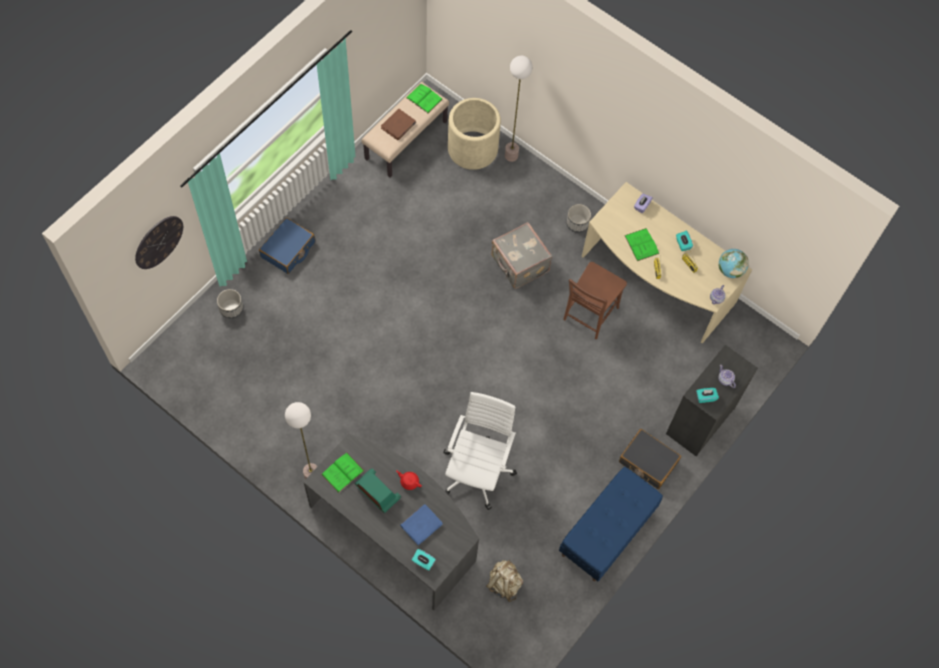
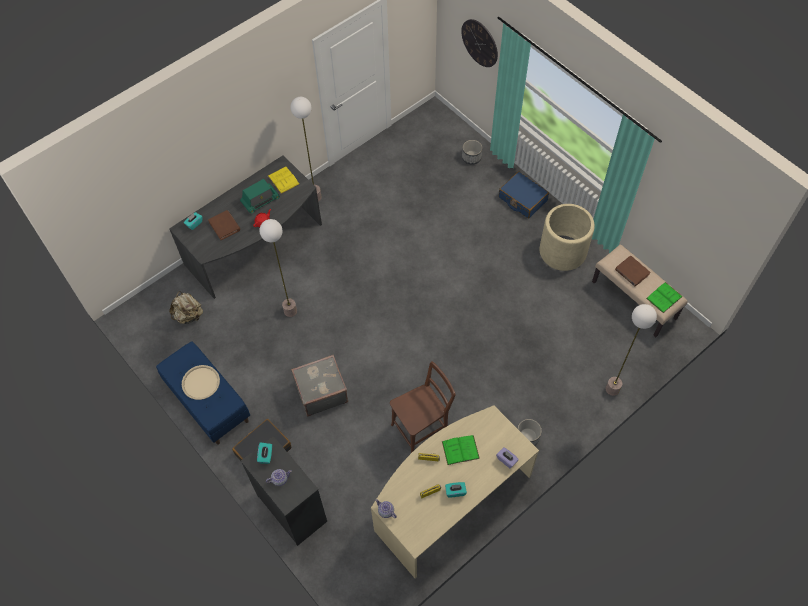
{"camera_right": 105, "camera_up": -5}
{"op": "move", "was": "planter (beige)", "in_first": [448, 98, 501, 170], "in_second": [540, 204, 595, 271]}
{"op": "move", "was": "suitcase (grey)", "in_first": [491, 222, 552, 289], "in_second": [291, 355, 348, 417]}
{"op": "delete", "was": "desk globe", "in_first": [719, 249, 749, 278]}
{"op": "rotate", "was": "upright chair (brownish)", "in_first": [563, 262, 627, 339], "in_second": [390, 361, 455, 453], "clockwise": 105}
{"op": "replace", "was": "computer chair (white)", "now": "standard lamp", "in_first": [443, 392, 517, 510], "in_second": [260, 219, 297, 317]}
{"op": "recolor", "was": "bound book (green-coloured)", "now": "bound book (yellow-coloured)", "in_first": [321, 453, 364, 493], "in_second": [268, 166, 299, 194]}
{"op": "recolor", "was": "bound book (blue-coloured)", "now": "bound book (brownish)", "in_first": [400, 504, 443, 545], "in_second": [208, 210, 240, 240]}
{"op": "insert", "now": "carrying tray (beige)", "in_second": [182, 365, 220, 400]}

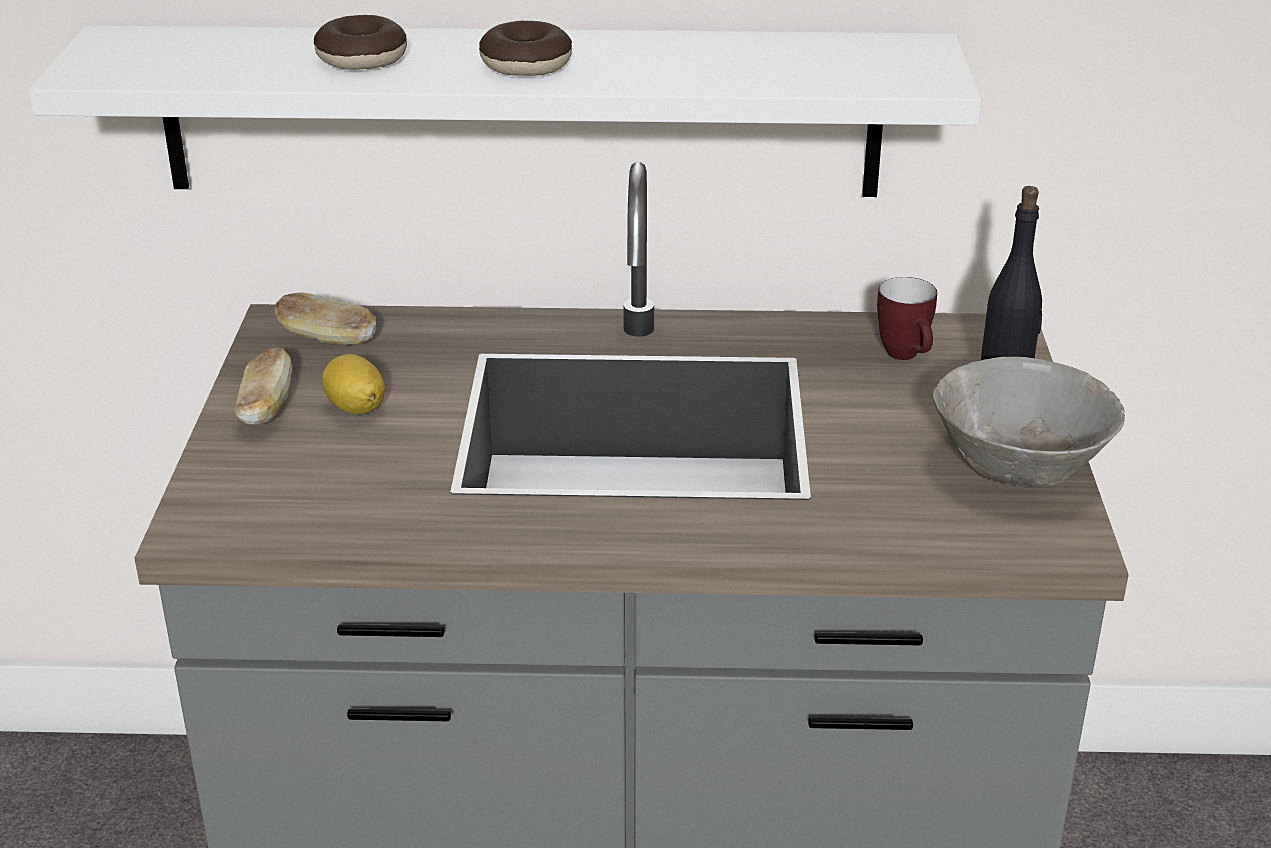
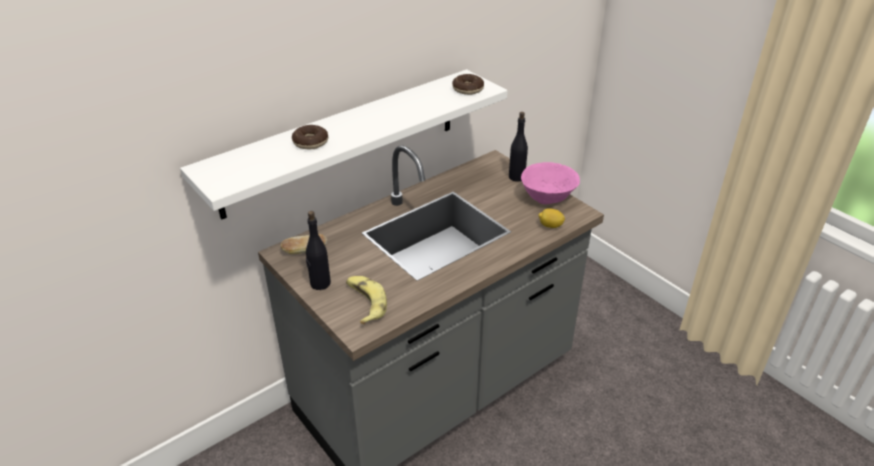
{"camera_right": -40, "camera_up": 5}
{"op": "move", "was": "ring doughnut", "in_first": [479, 21, 572, 76], "in_second": [452, 74, 484, 95]}
{"op": "delete", "was": "mug", "in_first": [877, 277, 937, 360]}
{"op": "replace", "was": "bread", "now": "bottle (blackish)", "in_first": [234, 347, 292, 425], "in_second": [306, 211, 331, 290]}
{"op": "move", "was": "whole lemon", "in_first": [322, 354, 385, 414], "in_second": [538, 208, 565, 228]}
{"op": "recolor", "was": "serving bowl (grey)", "now": "serving bowl (pink-coloured)", "in_first": [933, 357, 1125, 488], "in_second": [521, 162, 580, 204]}
{"op": "insert", "now": "banana fruit", "in_second": [346, 276, 387, 324]}

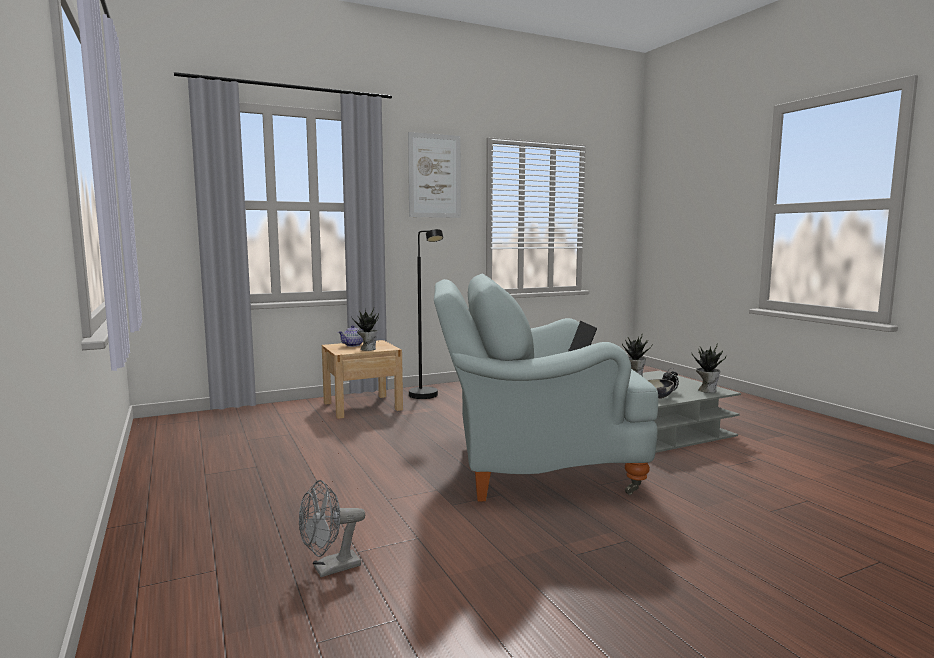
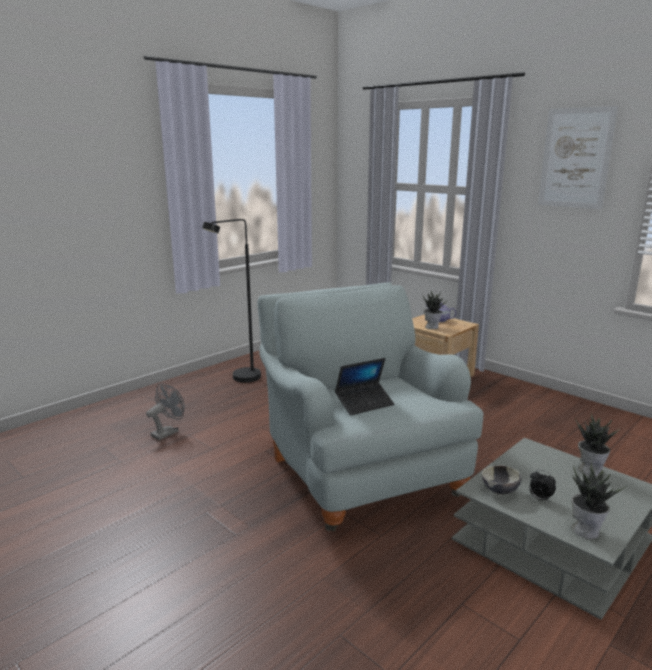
{"camera_right": 70, "camera_up": 10}
{"op": "move", "was": "standard lamp (blackish)", "in_first": [409, 229, 443, 399], "in_second": [202, 219, 261, 383]}
{"op": "rotate", "was": "electric fan (grey)", "in_first": [299, 480, 365, 577], "in_second": [146, 383, 185, 440], "clockwise": 90}

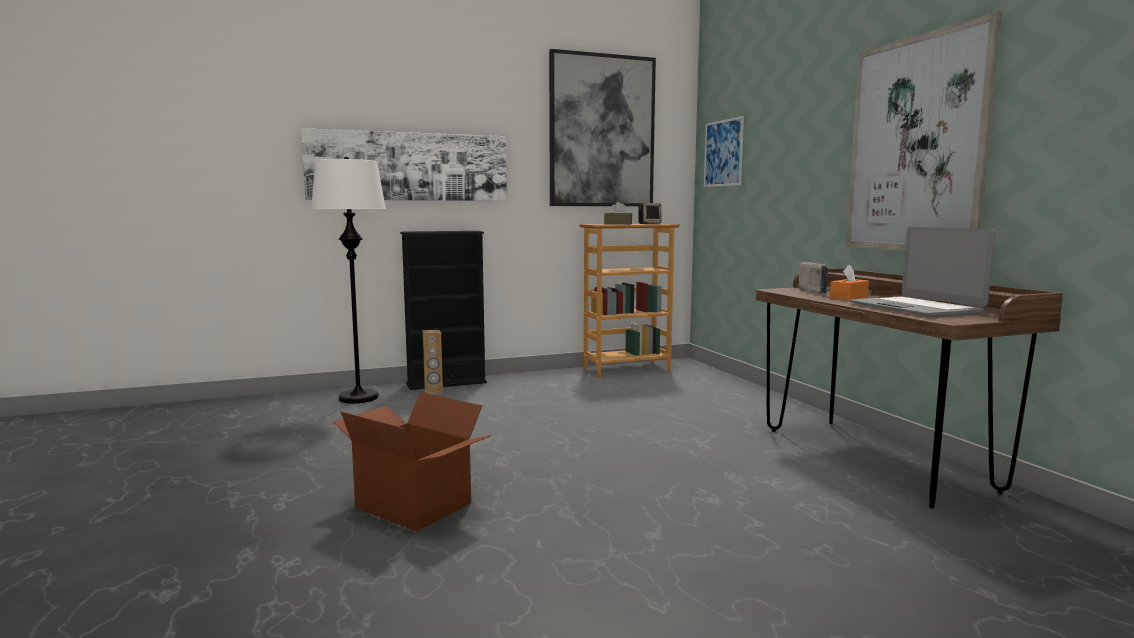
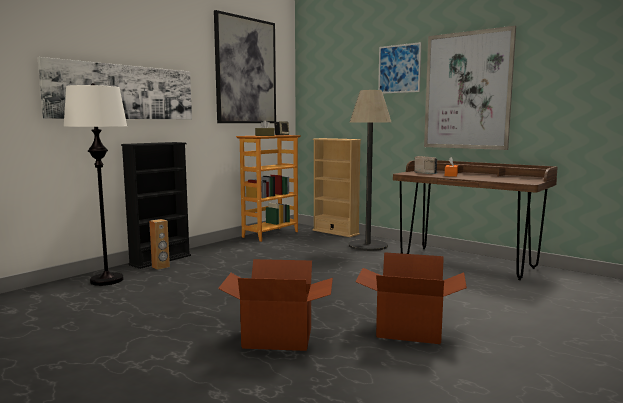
{"camera_right": -30, "camera_up": 0}
{"op": "move", "was": "wall art", "in_first": [704, 116, 744, 187], "in_second": [378, 42, 422, 94]}
{"op": "delete", "was": "laptop", "in_first": [849, 227, 995, 317]}
{"op": "insert", "now": "standard lamp", "in_second": [349, 90, 392, 251]}
{"op": "insert", "now": "bookcase (beige)", "in_second": [313, 138, 361, 237]}
{"op": "insert", "now": "cardboard box", "in_second": [356, 252, 467, 344]}

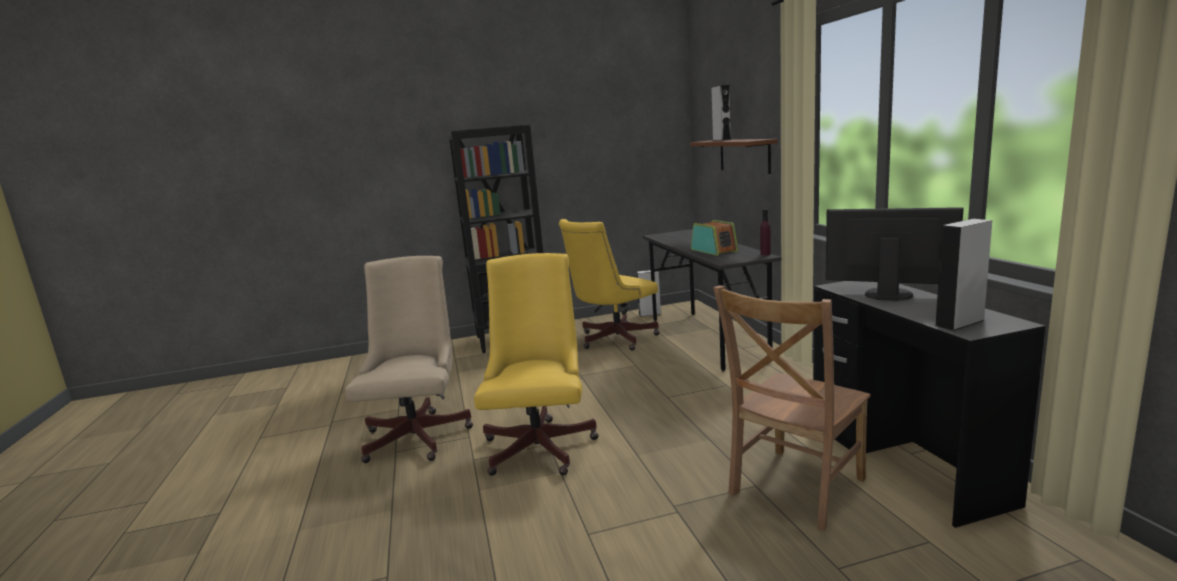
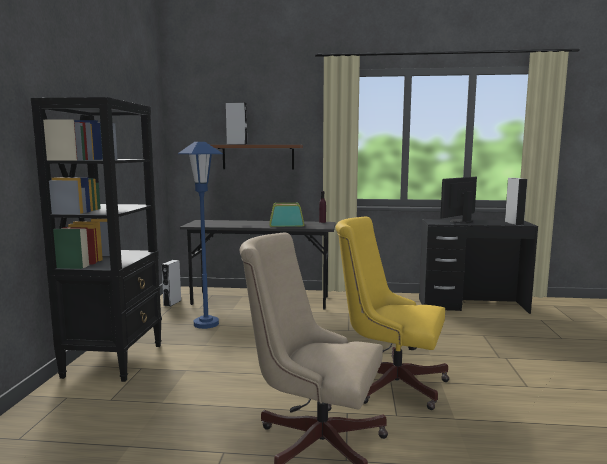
{"camera_right": -70, "camera_up": -5}
{"op": "replace", "was": "computer chair (yellow-coloured)", "now": "standard lamp (blue-coloured)", "in_first": [559, 219, 660, 350], "in_second": [178, 142, 223, 329]}
{"op": "delete", "was": "upright chair (brownish)", "in_first": [713, 285, 871, 531]}

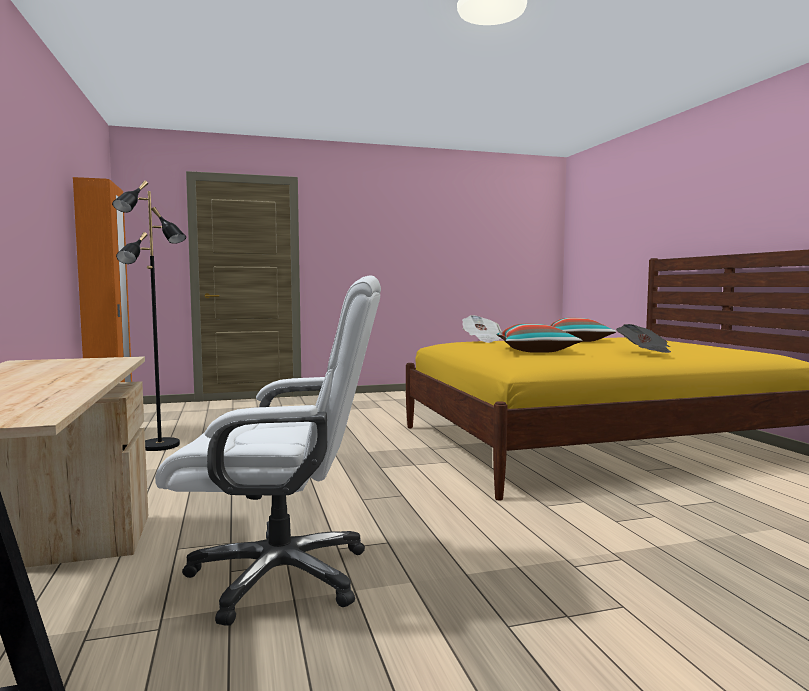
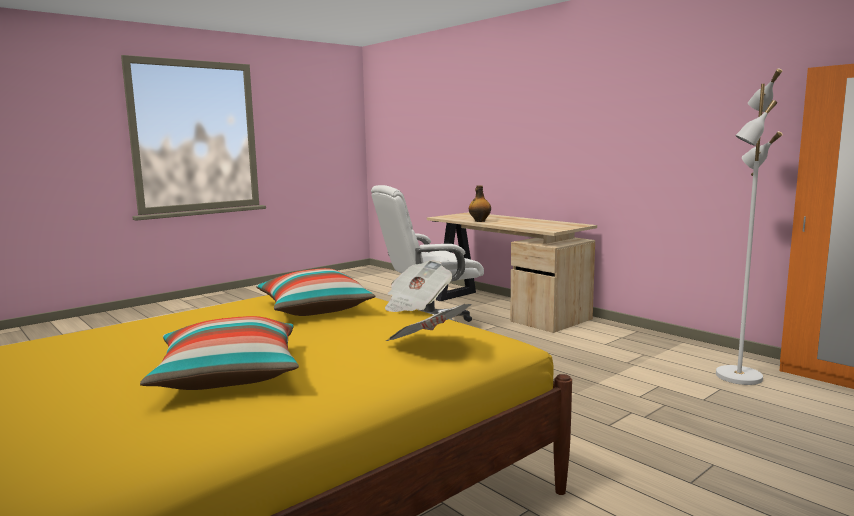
{"camera_right": 155, "camera_up": 5}
{"op": "recolor", "was": "standard lamp (blackish)", "now": "standard lamp (white)", "in_first": [112, 181, 186, 451], "in_second": [716, 69, 783, 385]}
{"op": "move", "was": "daily paper", "in_first": [616, 324, 671, 353], "in_second": [385, 260, 452, 312]}
{"op": "insert", "now": "bottle", "in_second": [469, 185, 491, 222]}

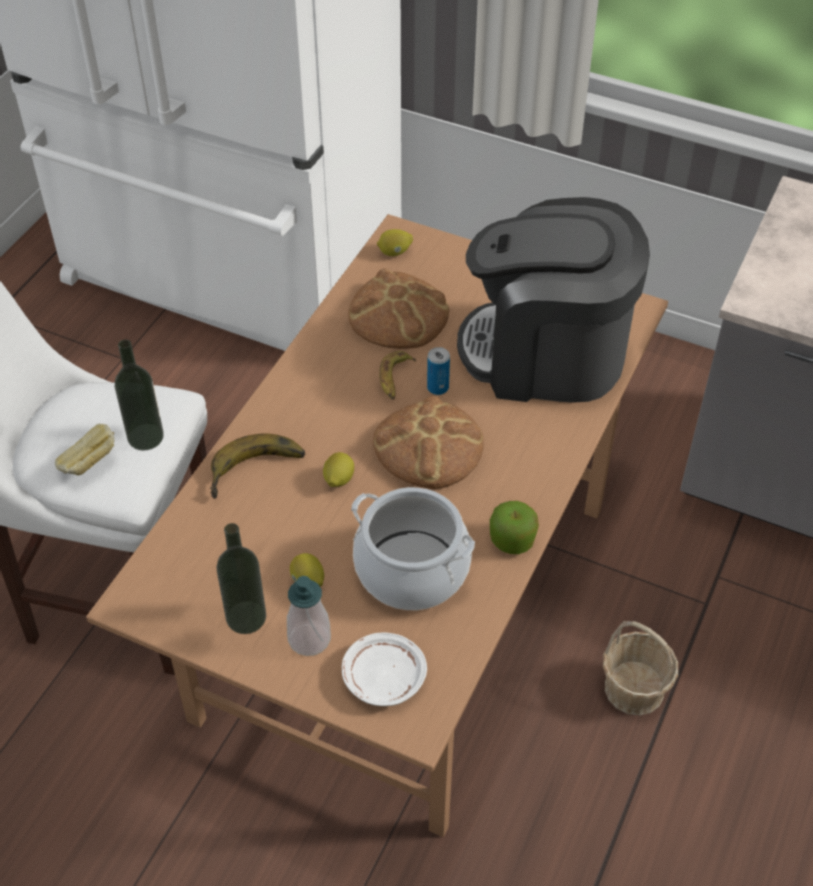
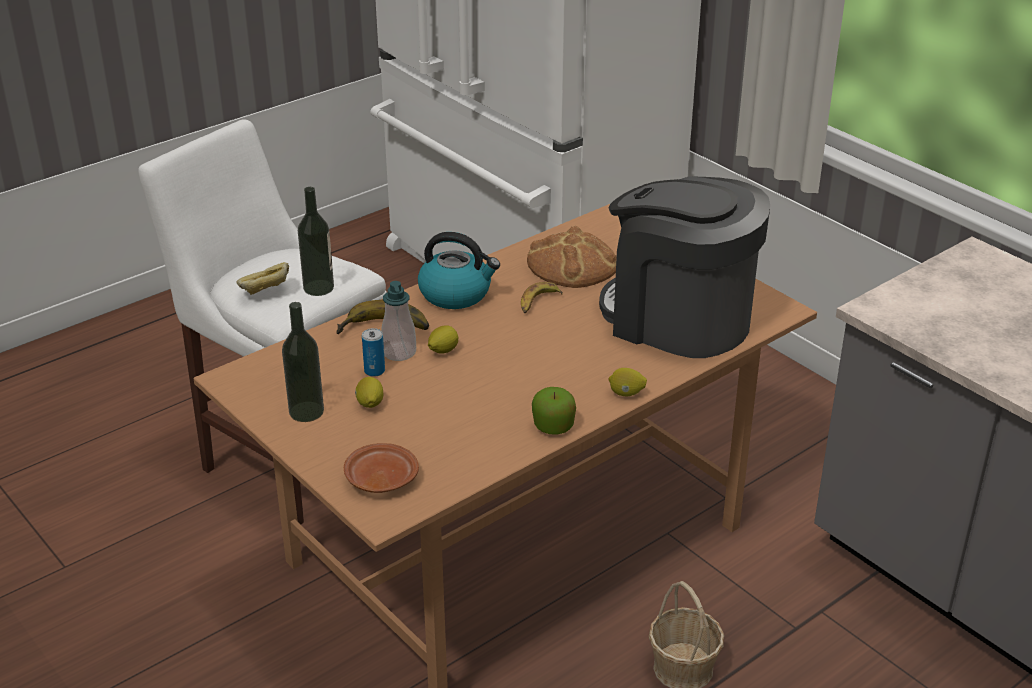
{"camera_right": 25, "camera_up": -15}
{"op": "move", "was": "whole lemon", "in_first": [377, 229, 413, 256], "in_second": [608, 368, 647, 396]}
{"op": "move", "was": "metal can", "in_first": [427, 347, 450, 395], "in_second": [362, 328, 385, 377]}
{"op": "delete", "was": "bread", "in_first": [373, 396, 484, 489]}
{"op": "delete", "was": "saucepot", "in_first": [351, 487, 475, 610]}
{"op": "move", "was": "soap bottle", "in_first": [287, 576, 331, 656], "in_second": [381, 281, 416, 361]}
{"op": "recolor", "was": "plate (white)", "now": "plate (brownish)", "in_first": [342, 633, 427, 706], "in_second": [344, 443, 419, 493]}
{"op": "insert", "now": "tea kettle", "in_second": [418, 232, 500, 309]}

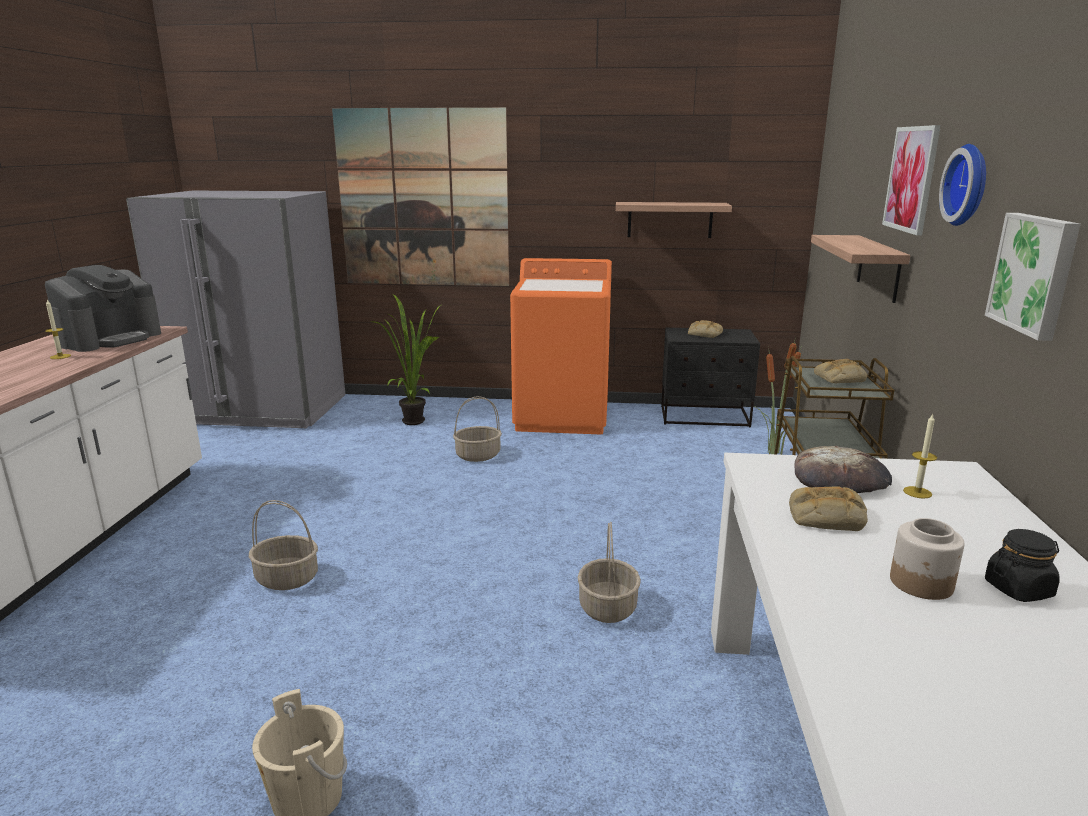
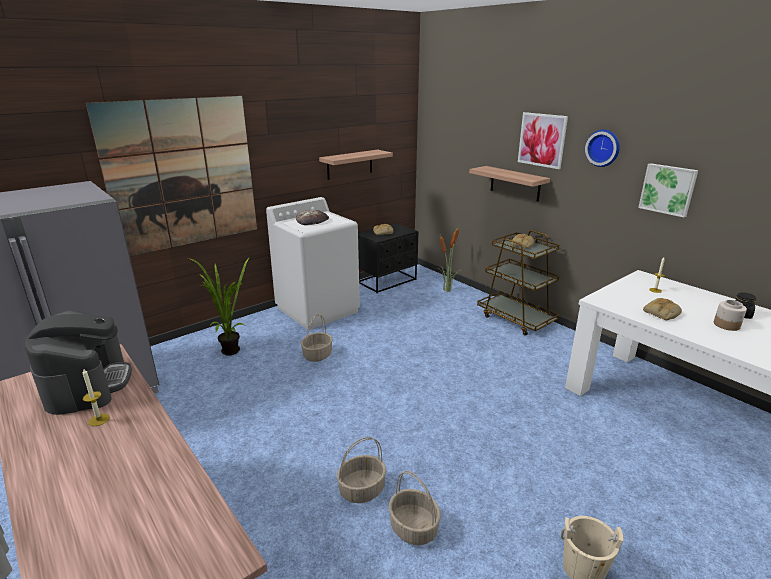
{"camera_right": -45, "camera_up": 5}
{"op": "recolor", "was": "laundry appliance (orange-coloured)", "now": "laundry appliance (white)", "in_first": [510, 258, 612, 434], "in_second": [266, 197, 360, 330]}
{"op": "move", "was": "bread", "in_first": [794, 446, 892, 493], "in_second": [296, 210, 329, 225]}
{"op": "move", "was": "basket", "in_first": [578, 522, 641, 623], "in_second": [389, 471, 441, 545]}

